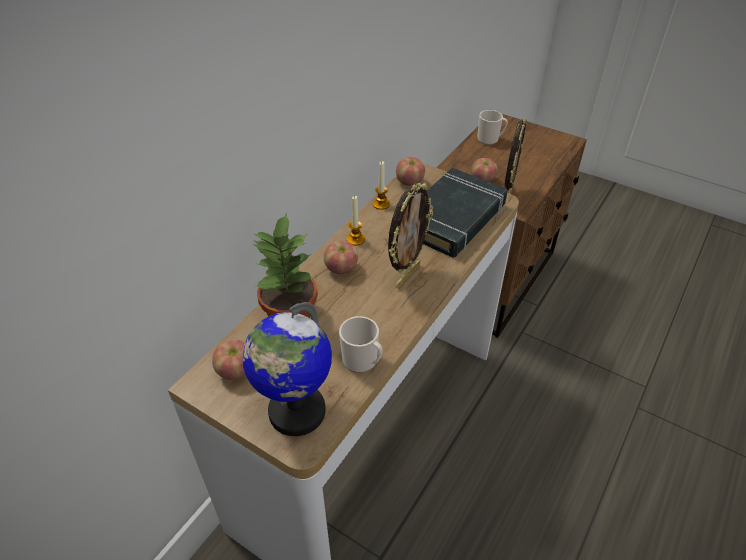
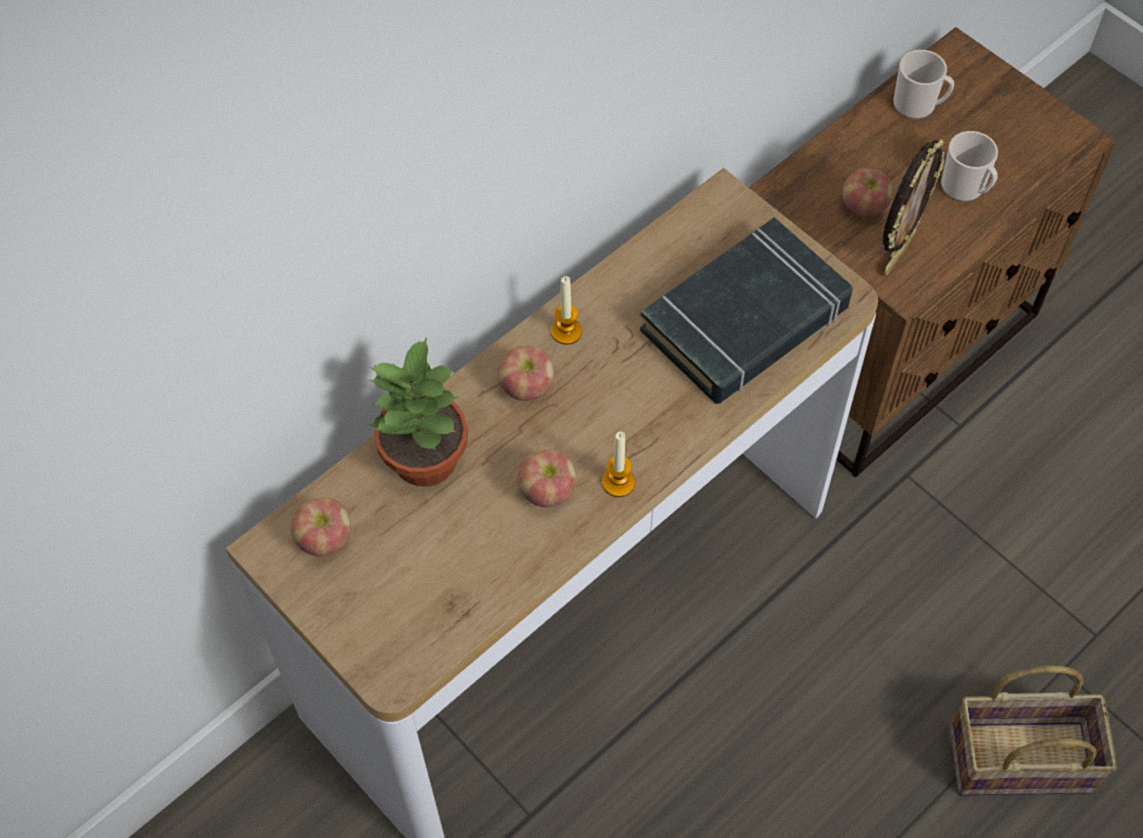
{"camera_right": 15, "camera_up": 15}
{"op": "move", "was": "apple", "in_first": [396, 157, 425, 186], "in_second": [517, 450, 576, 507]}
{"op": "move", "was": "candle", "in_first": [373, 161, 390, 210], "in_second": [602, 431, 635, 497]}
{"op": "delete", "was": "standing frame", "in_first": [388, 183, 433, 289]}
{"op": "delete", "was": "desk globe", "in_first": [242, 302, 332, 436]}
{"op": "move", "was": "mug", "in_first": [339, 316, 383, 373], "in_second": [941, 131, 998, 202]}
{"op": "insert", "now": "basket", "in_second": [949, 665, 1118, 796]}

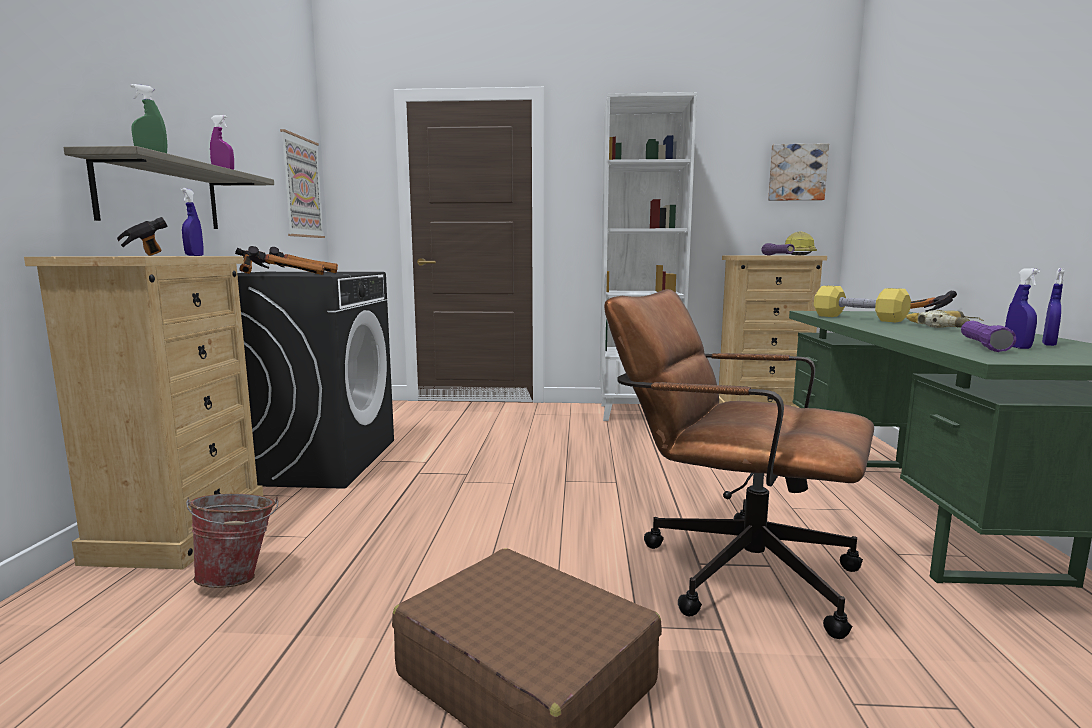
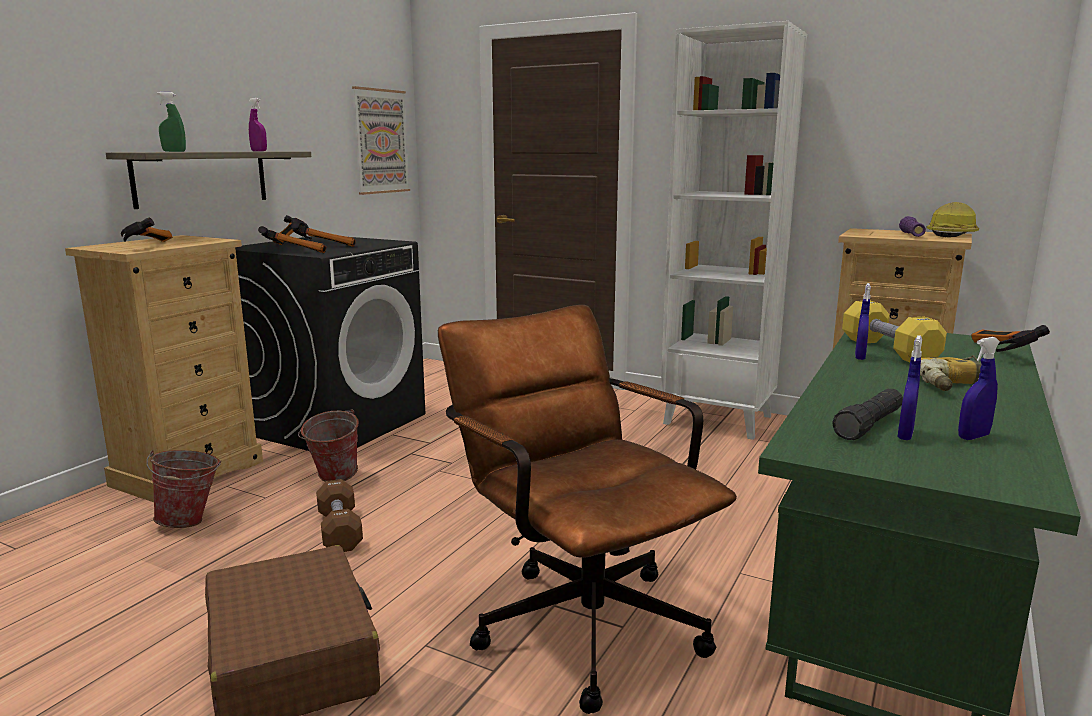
{"camera_right": 25, "camera_up": 5}
{"op": "delete", "was": "wall art", "in_first": [768, 144, 829, 201]}
{"op": "move", "was": "spray bottle (blue-coloured)", "in_first": [181, 188, 204, 256], "in_second": [855, 283, 871, 360]}
{"op": "recolor", "was": "torch (purple)", "now": "torch (blackish)", "in_first": [961, 321, 1016, 352], "in_second": [832, 389, 903, 440]}
{"op": "insert", "now": "water bucket", "in_second": [298, 409, 359, 482]}
{"op": "insert", "now": "dumbbell (brownish)", "in_second": [316, 479, 363, 552]}

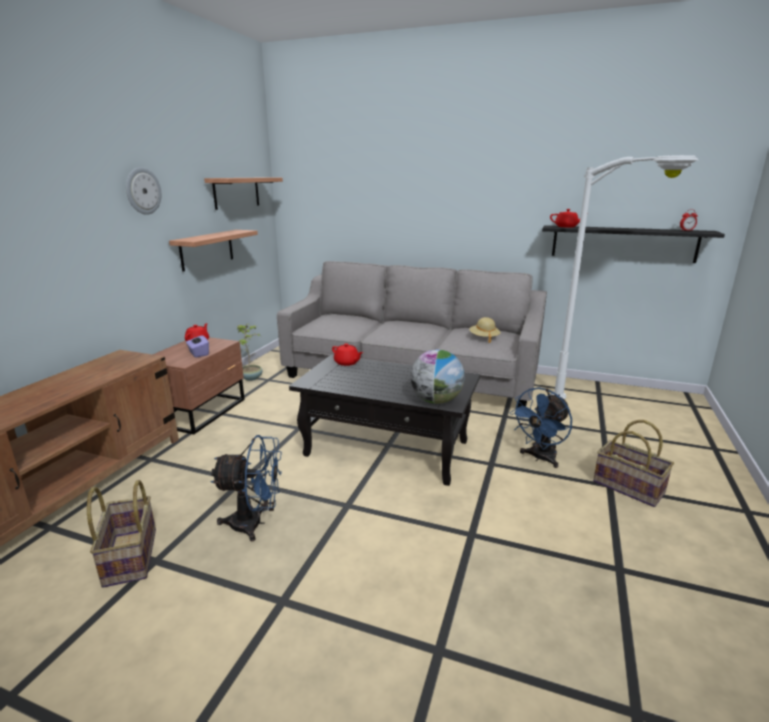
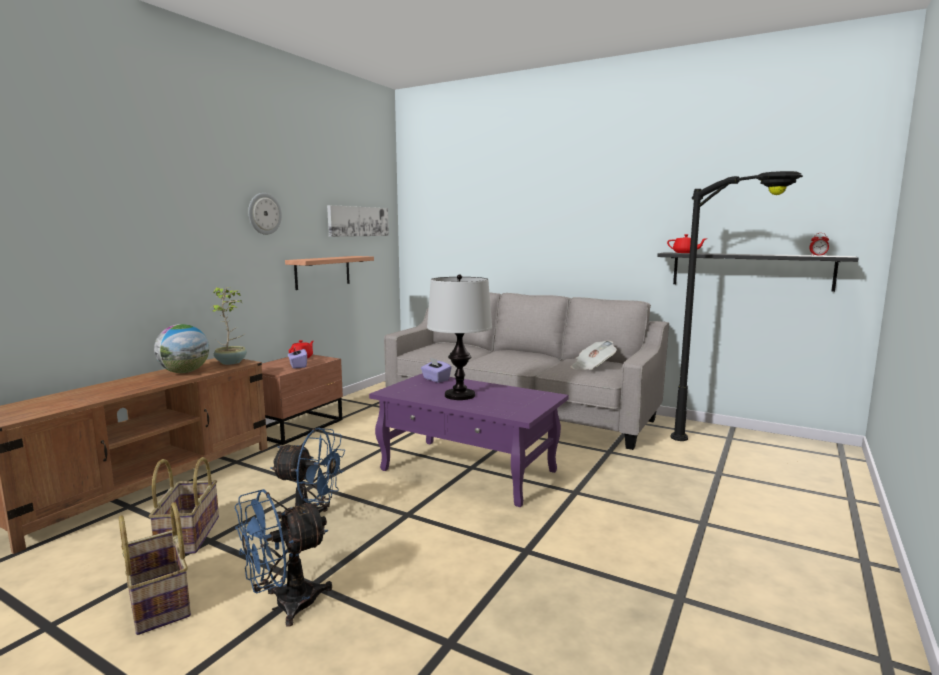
{"camera_right": 10, "camera_up": -10}
{"op": "recolor", "was": "standard lamp (white)", "now": "standard lamp (blackish)", "in_first": [551, 155, 699, 399], "in_second": [670, 171, 803, 441]}
{"op": "replace", "was": "shelf", "now": "wall art", "in_first": [204, 178, 283, 210], "in_second": [327, 205, 389, 237]}
{"op": "replace", "was": "wearable hat (beige)", "now": "daily paper", "in_first": [469, 317, 501, 343], "in_second": [570, 340, 617, 370]}
{"op": "move", "was": "houseplant", "in_first": [237, 324, 263, 381], "in_second": [212, 287, 247, 365]}
{"op": "replace", "was": "teapot (red)", "now": "tissue holder (purple)", "in_first": [332, 343, 363, 366], "in_second": [421, 357, 452, 383]}
{"op": "move", "was": "desk globe", "in_first": [410, 350, 465, 404], "in_second": [154, 324, 209, 373]}
{"op": "recolor", "was": "lounge table (blackish)", "now": "lounge table (purple)", "in_first": [289, 355, 480, 486], "in_second": [369, 373, 568, 507]}
{"op": "move", "was": "electric fan (blue-coloured)", "in_first": [510, 387, 572, 468], "in_second": [235, 489, 332, 627]}
{"op": "move", "was": "basket", "in_first": [593, 420, 674, 507], "in_second": [119, 502, 191, 635]}
{"op": "insert", "now": "tabletop lamp", "in_second": [427, 274, 492, 400]}

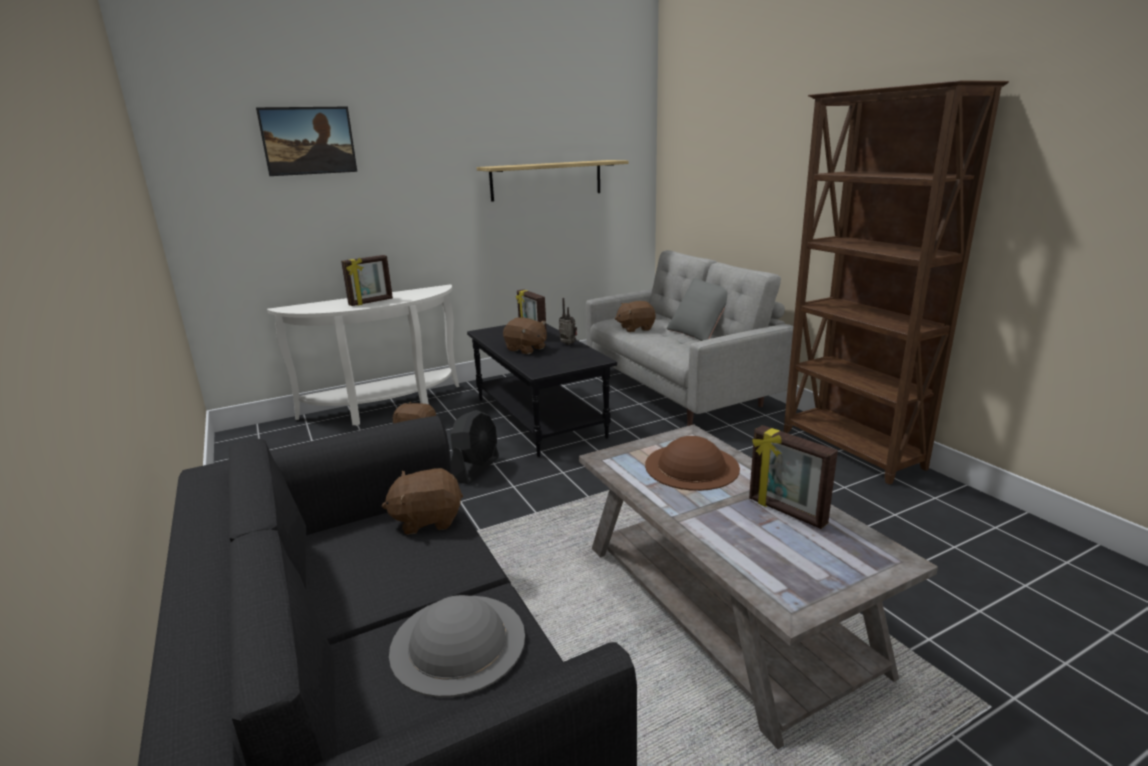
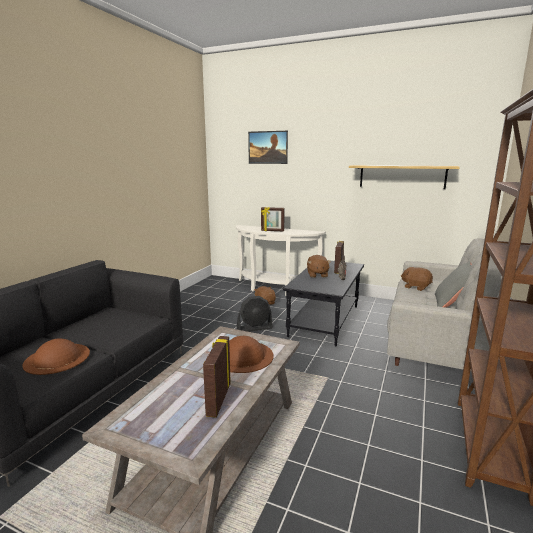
{"camera_right": 50, "camera_up": -5}
{"op": "delete", "was": "cuddly toy (brownish)", "in_first": [382, 468, 463, 535]}
{"op": "recolor", "was": "wearable hat (grey)", "now": "wearable hat (brownish)", "in_first": [389, 595, 525, 697], "in_second": [22, 339, 90, 375]}

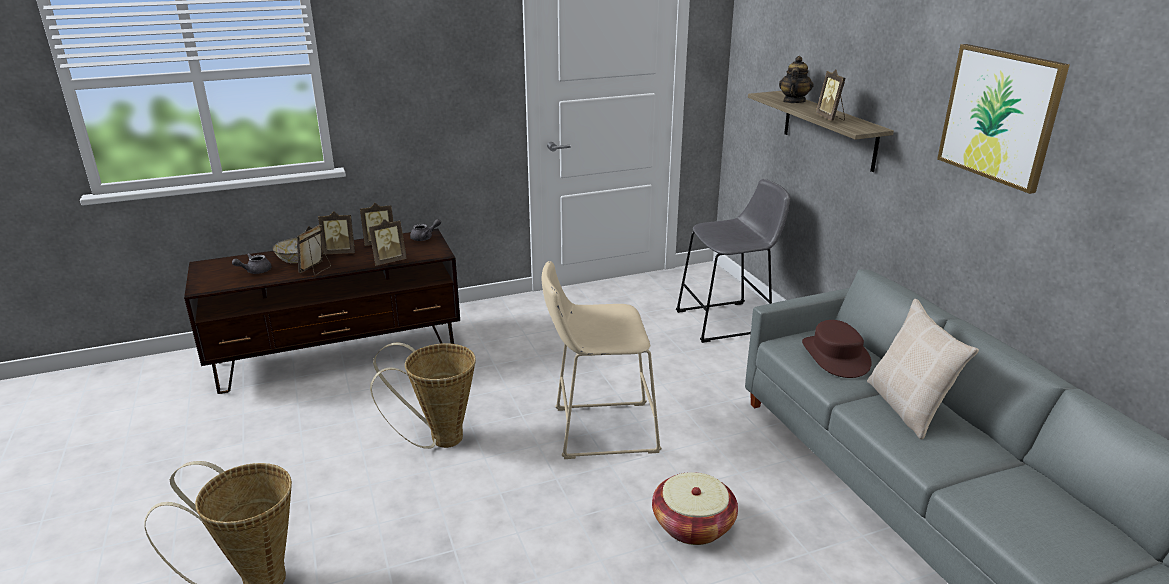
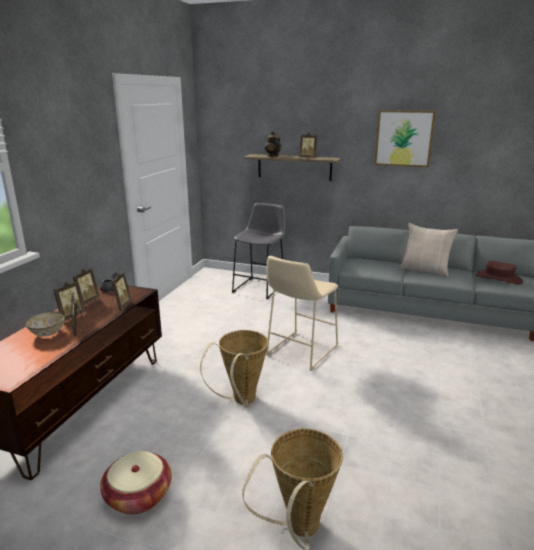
{"camera_right": -50, "camera_up": -5}
{"op": "delete", "was": "teapot (grey)", "in_first": [232, 253, 271, 274]}
{"op": "move", "was": "wearable hat (brownish)", "in_first": [802, 320, 872, 378], "in_second": [476, 261, 523, 285]}
{"op": "move", "was": "basket", "in_first": [652, 472, 738, 545], "in_second": [100, 451, 172, 515]}

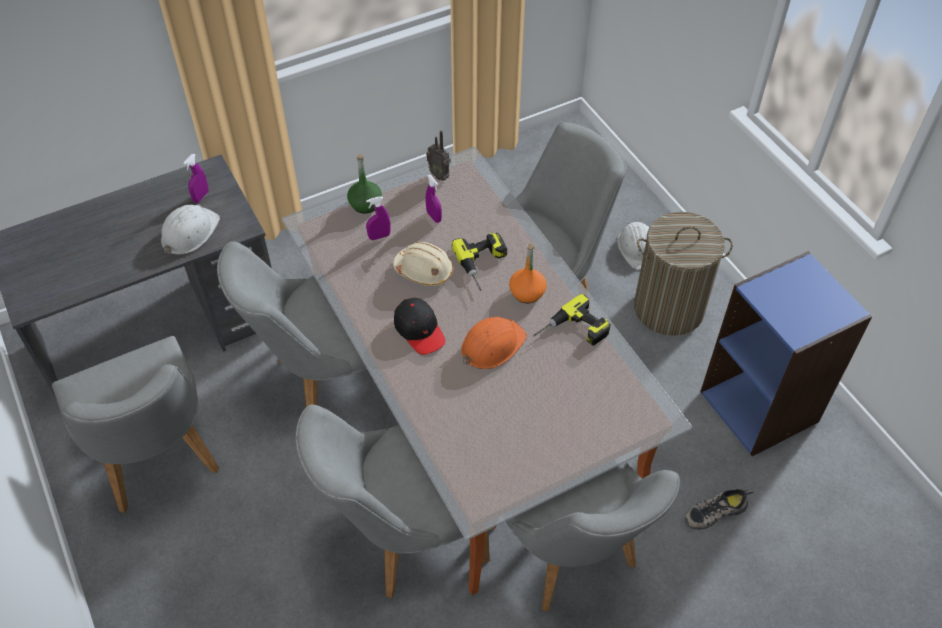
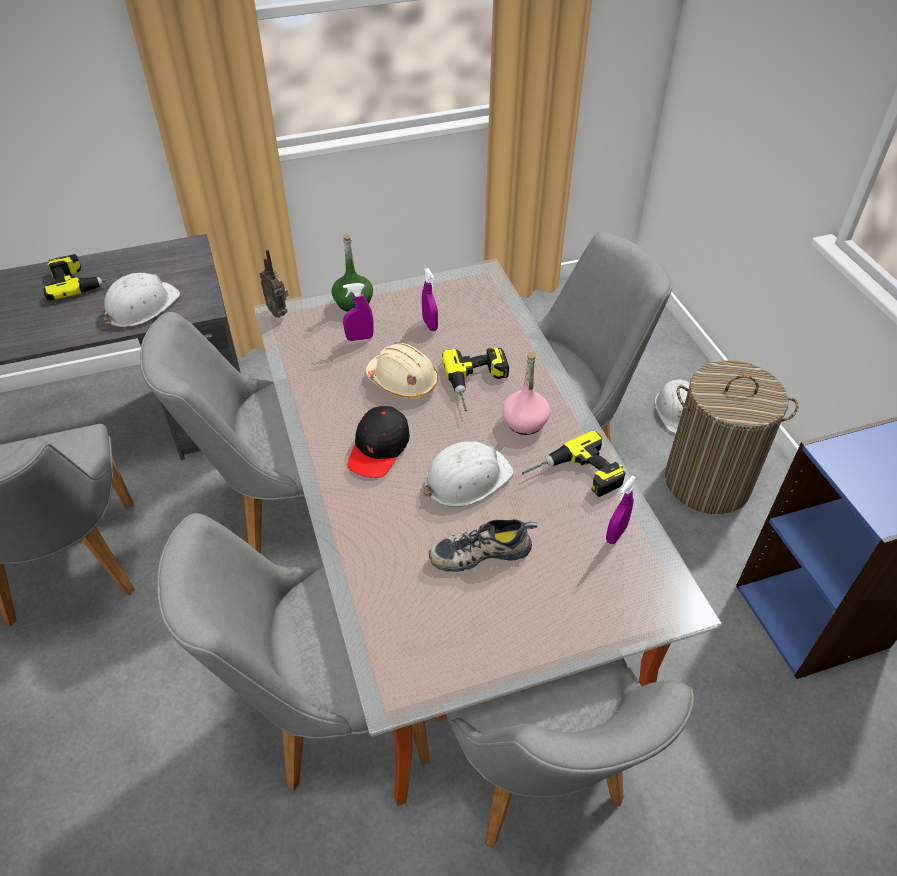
{"camera_right": 10, "camera_up": -5}
{"op": "move", "was": "radio set", "in_first": [426, 130, 451, 181], "in_second": [260, 249, 289, 318]}
{"op": "move", "was": "spray bottle (purple)", "in_first": [183, 154, 209, 203], "in_second": [606, 476, 636, 544]}
{"op": "recolor", "was": "bottle (orange-coloured)", "now": "bottle (pink-coloured)", "in_first": [509, 244, 547, 303], "in_second": [502, 352, 550, 435]}
{"op": "rotate", "was": "baseball cap (blackish)", "in_first": [394, 298, 446, 355], "in_second": [347, 406, 410, 478], "clockwise": 45}
{"op": "recolor", "was": "work helmet (orange-coloured)", "now": "work helmet (white)", "in_first": [461, 317, 527, 369], "in_second": [423, 442, 514, 507]}
{"op": "move", "was": "item of footwear", "in_first": [685, 489, 754, 530], "in_second": [429, 519, 537, 572]}
{"op": "insert", "now": "electric drill", "in_second": [44, 254, 127, 301]}

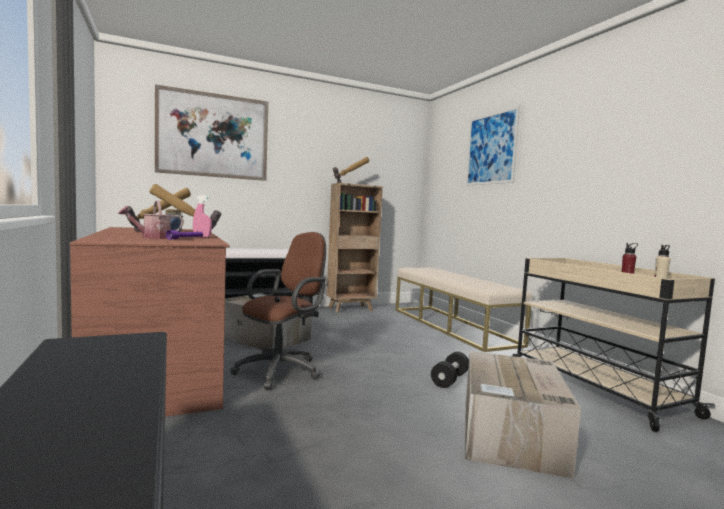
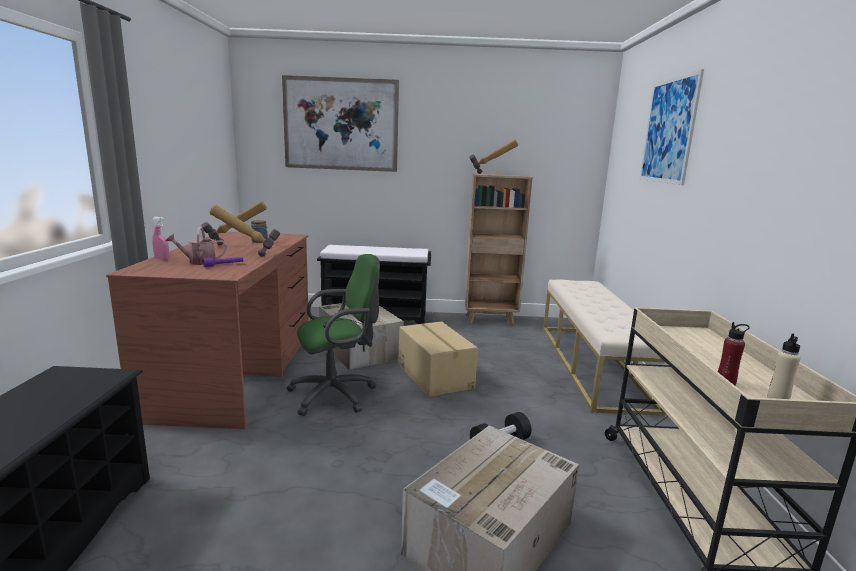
{"camera_right": 25, "camera_up": 10}
{"op": "move", "was": "spray bottle (pink-coloured)", "in_first": [193, 195, 212, 237], "in_second": [152, 217, 169, 260]}
{"op": "recolor", "was": "computer chair (brownish)", "now": "computer chair (green-coloured)", "in_first": [230, 232, 326, 390], "in_second": [286, 254, 380, 416]}
{"op": "insert", "now": "cardboard box", "in_second": [398, 321, 478, 397]}

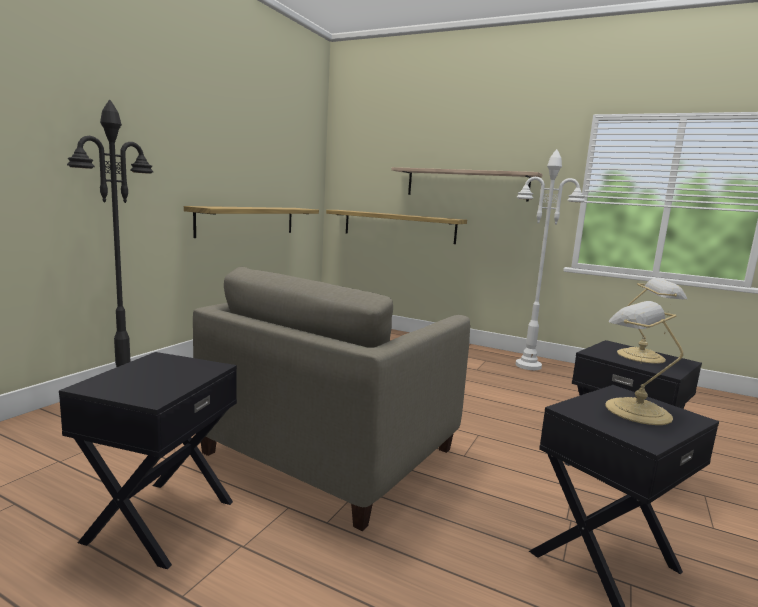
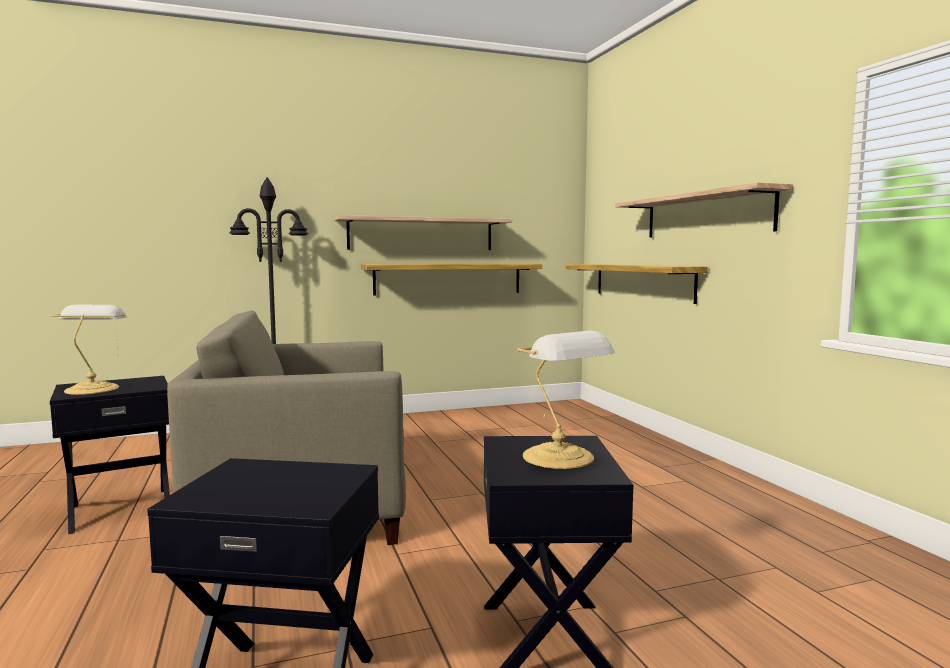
{"camera_right": 45, "camera_up": -5}
{"op": "delete", "was": "standard lamp (white)", "in_first": [516, 149, 585, 370]}
{"op": "move", "was": "tabletop lamp", "in_first": [605, 301, 683, 425], "in_second": [51, 305, 127, 395]}
{"op": "insert", "now": "shelf", "in_second": [334, 215, 512, 250]}

